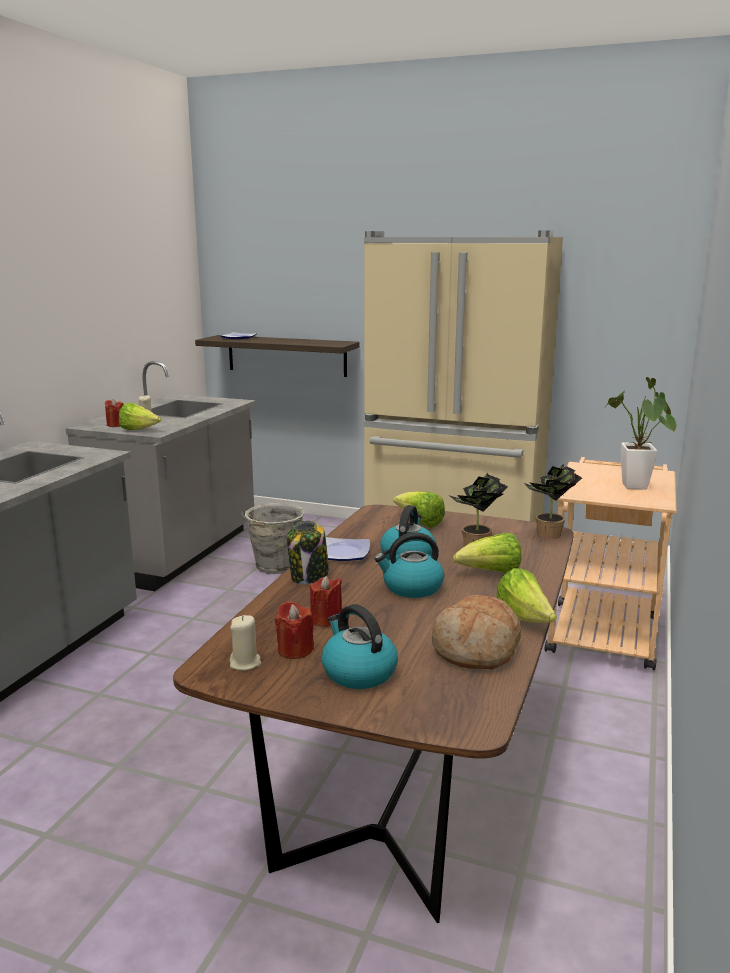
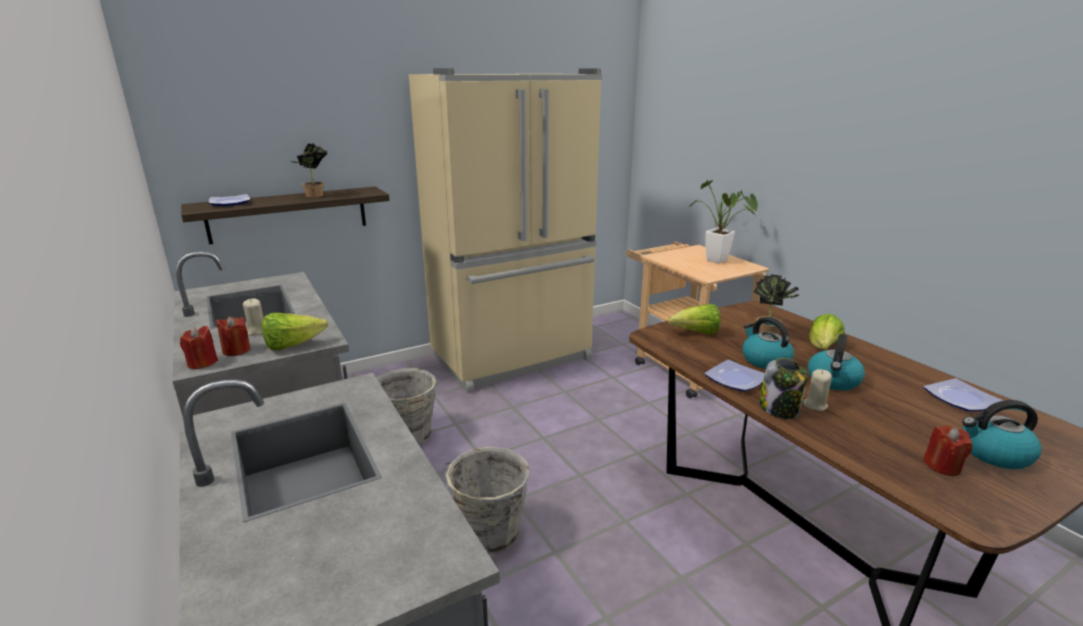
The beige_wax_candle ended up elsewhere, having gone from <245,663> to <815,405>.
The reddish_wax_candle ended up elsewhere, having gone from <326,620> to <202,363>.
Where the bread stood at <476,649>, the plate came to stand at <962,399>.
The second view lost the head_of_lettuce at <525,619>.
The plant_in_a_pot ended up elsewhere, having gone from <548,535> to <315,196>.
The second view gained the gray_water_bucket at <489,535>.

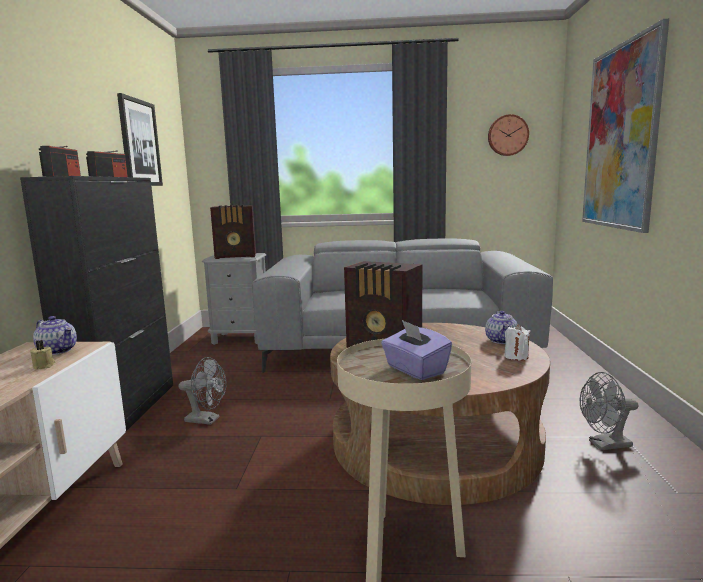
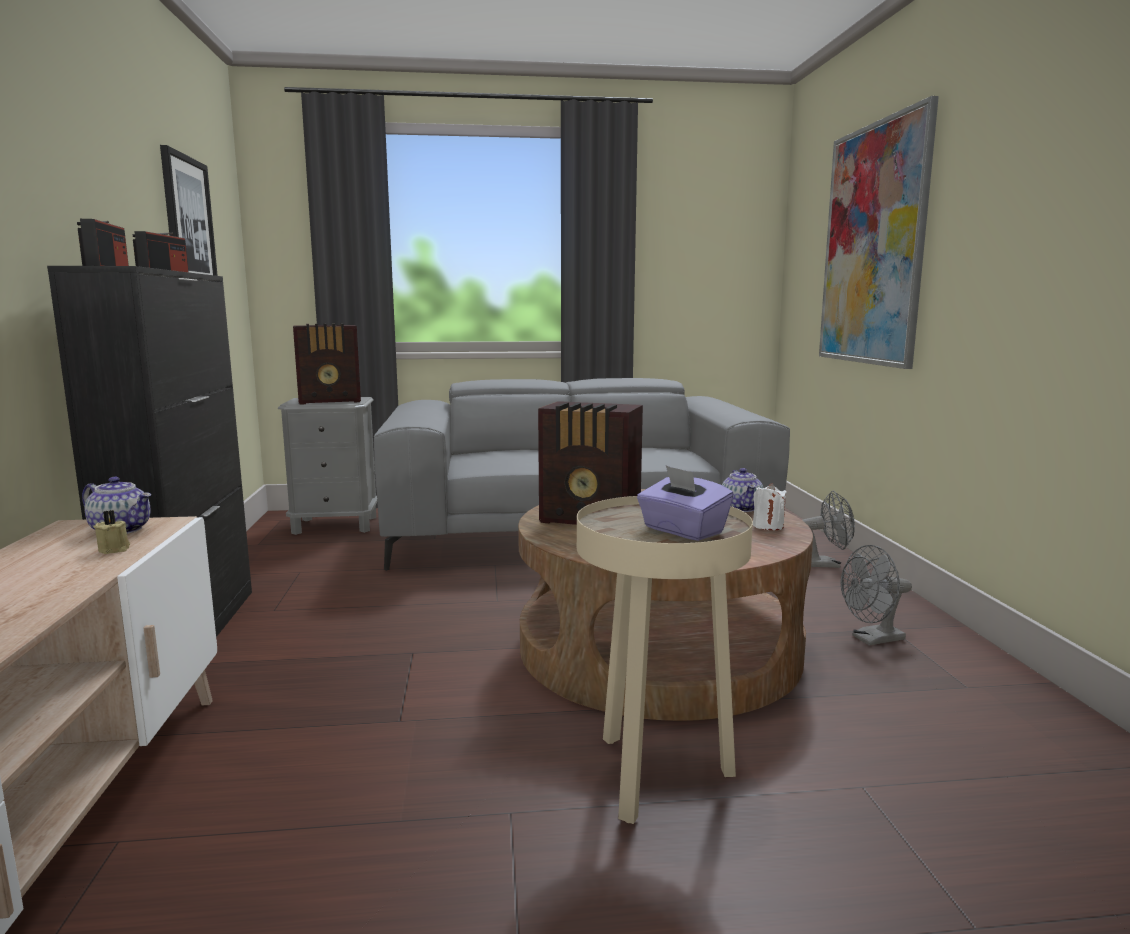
The gray_electric_fan ended up elsewhere, having gone from <207,420> to <826,564>.
The second view lost the wall_clock at <507,135>.

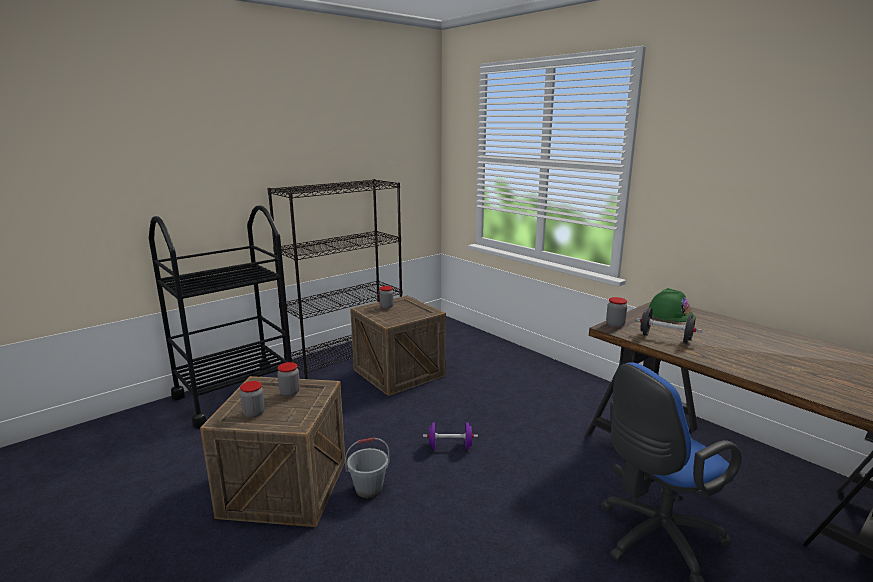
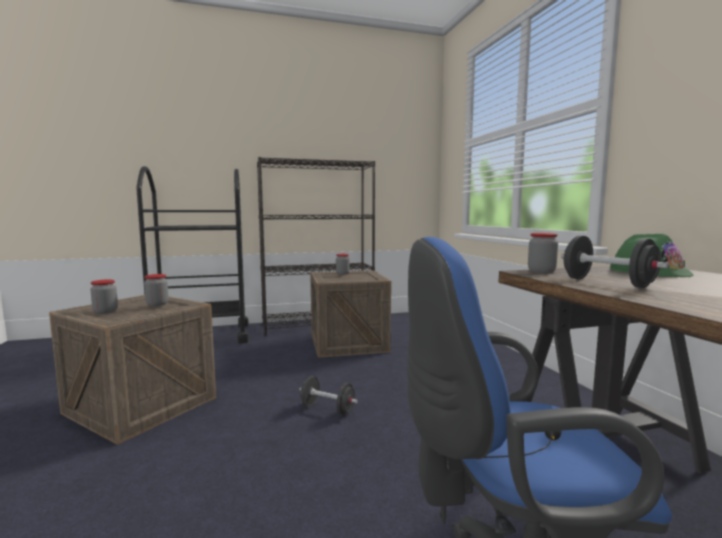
The second view lost the gray_water_bucket at <368,489>.
What was the purple-coloured_dumbbell at <450,447> turned into the black_dumbbell at <327,409>.

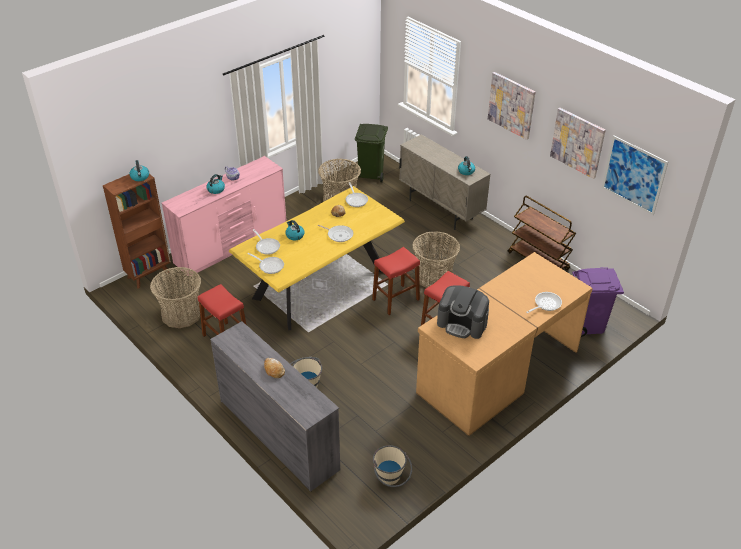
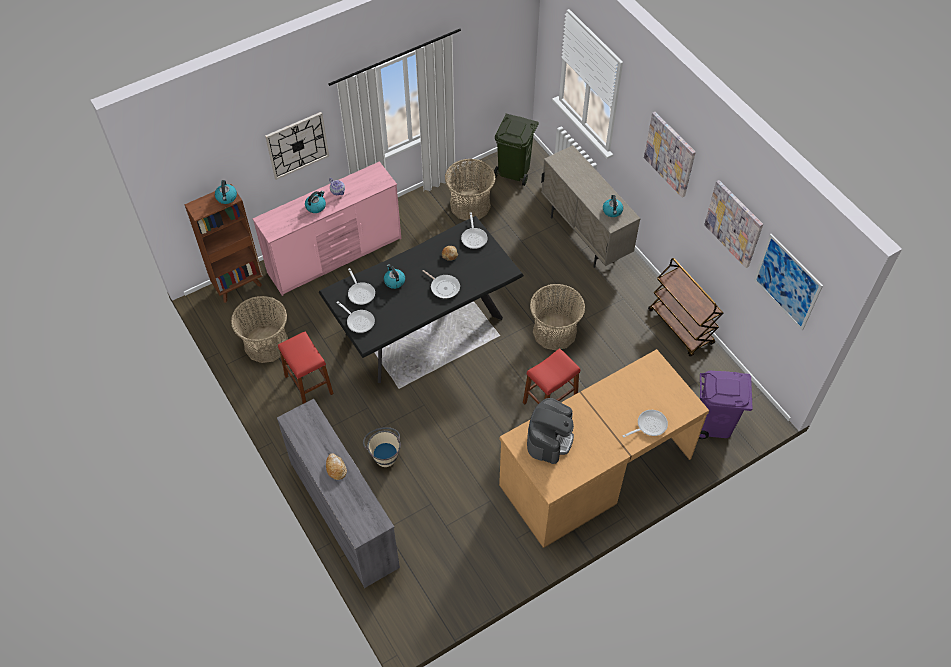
What was the yellow_kitchen_table at <321,285> turned into the black_kitchen_table at <424,326>.
The second view lost the reddish_stool_seat at <395,299>.
The second view lost the beige_water_bucket at <391,479>.
The coffee_brewer at <462,323> ended up facing another way, 105 degrees counterclockwise from before.
The second view gained the wall_clock at <297,145>.

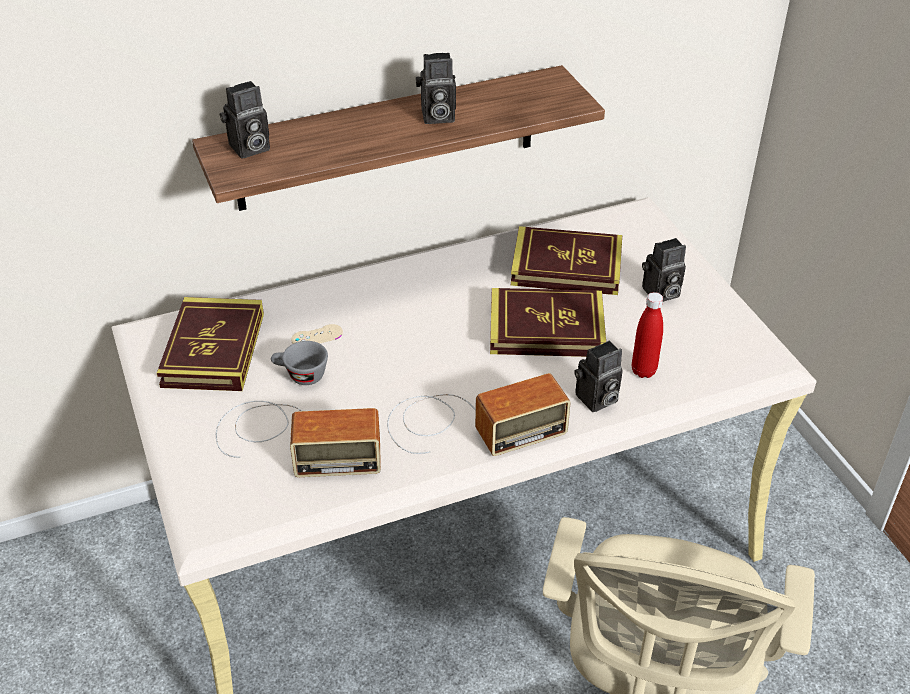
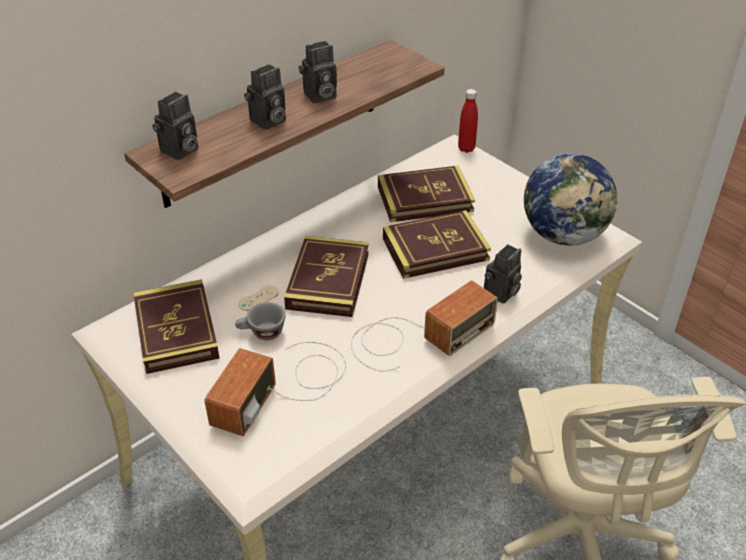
The radio_receiver at <294,440> ended up facing another way, 135 degrees clockwise from before.
The reddish_drink_bottle ended up elsewhere, having gone from <643,371> to <466,148>.
The photo_camera ended up elsewhere, having gone from <660,294> to <267,122>.
The second view gained the volume at <328,280>.
The second view gained the desk_globe at <564,234>.

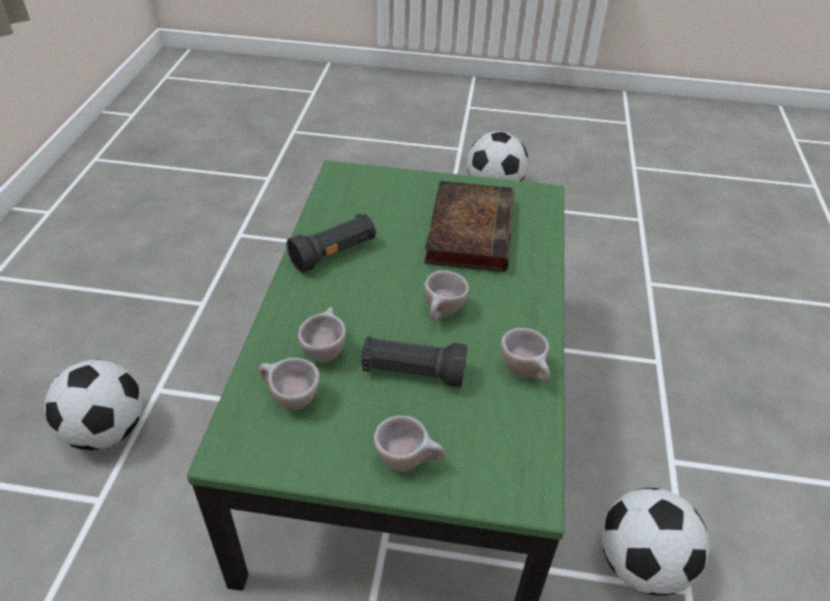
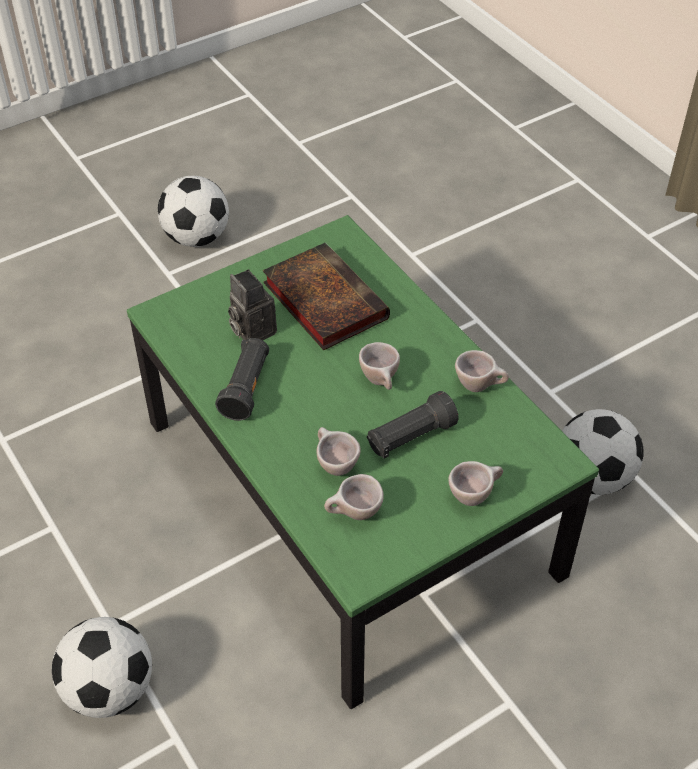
The second view gained the photo_camera at <251,330>.

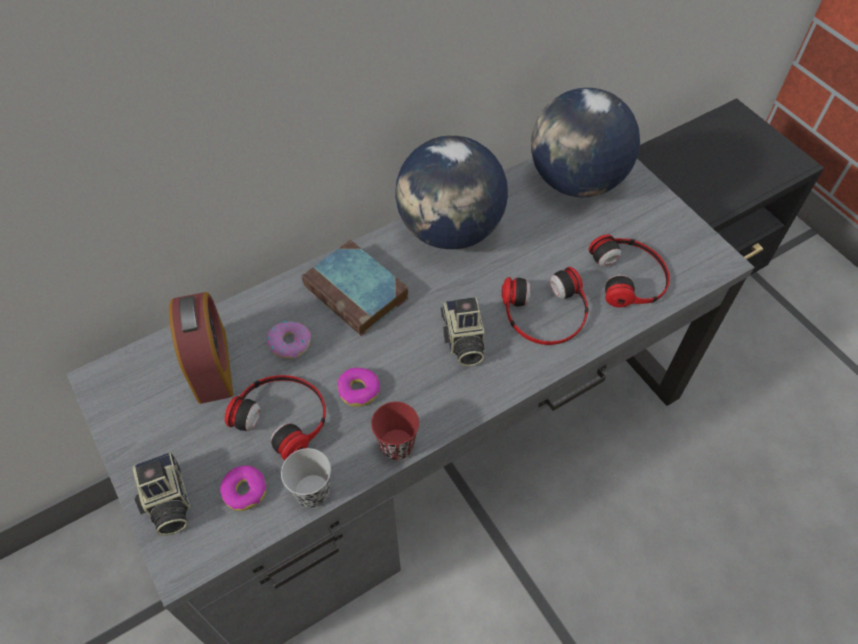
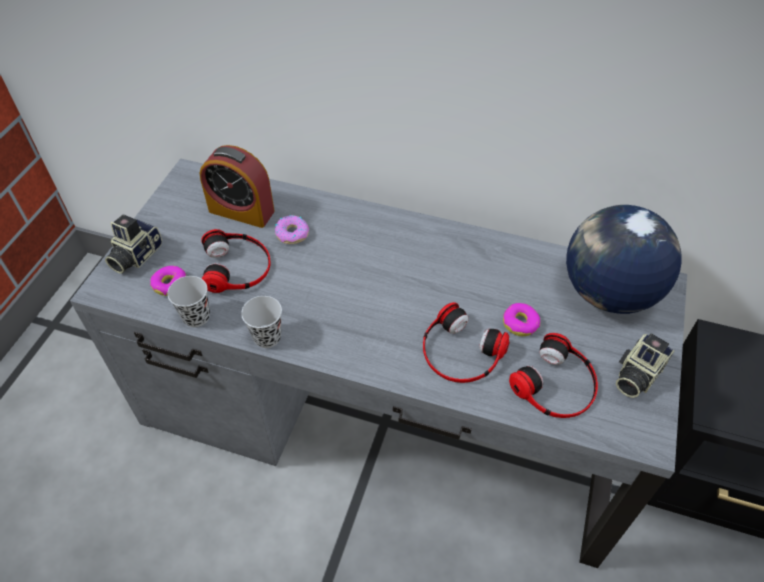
The table_clock at <212,366> ended up facing another way, 75 degrees clockwise from before.
The second view lost the volume at <358,293>.
The donut ended up elsewhere, having gone from <359,390> to <520,323>.
What was the reddish_drinking_cup at <397,445> turned into the black_drinking_cup at <267,337>.
The second view lost the desk_globe at <450,230>.
The photo_camera ended up elsewhere, having gone from <462,341> to <636,375>.

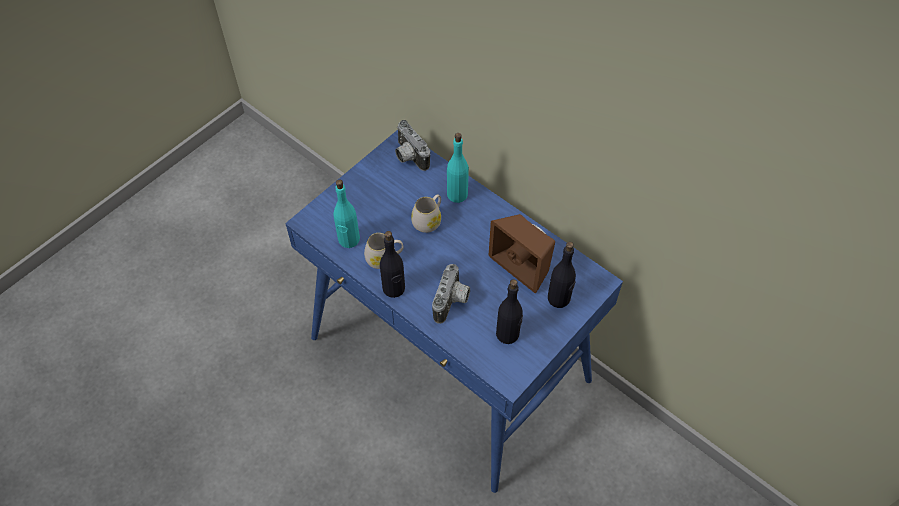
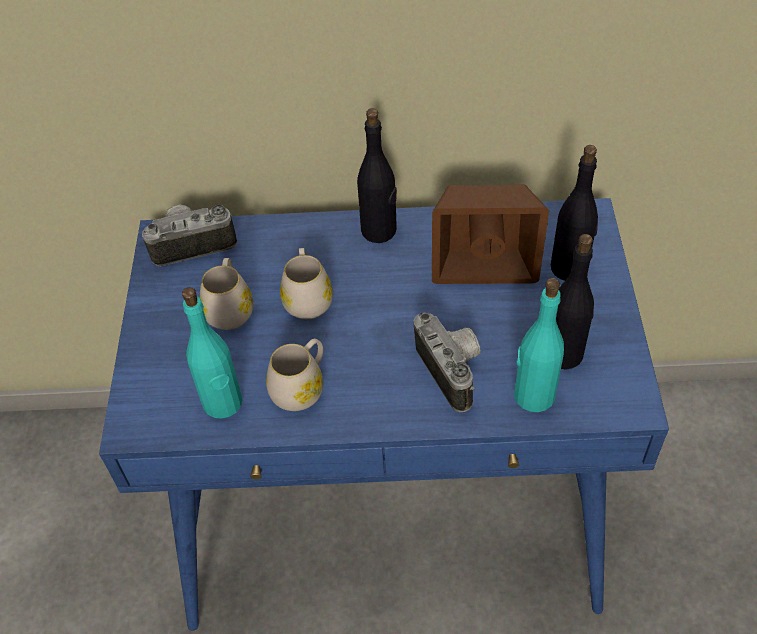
The black_drink_bottle ended up elsewhere, having gone from <394,288> to <379,231>.
The photo_camera at <408,156> ended up facing another way, 150 degrees clockwise from before.
The turquoise-coloured_drink_bottle ended up elsewhere, having gone from <457,194> to <533,395>.
The second view gained the white_mug at <230,308>.

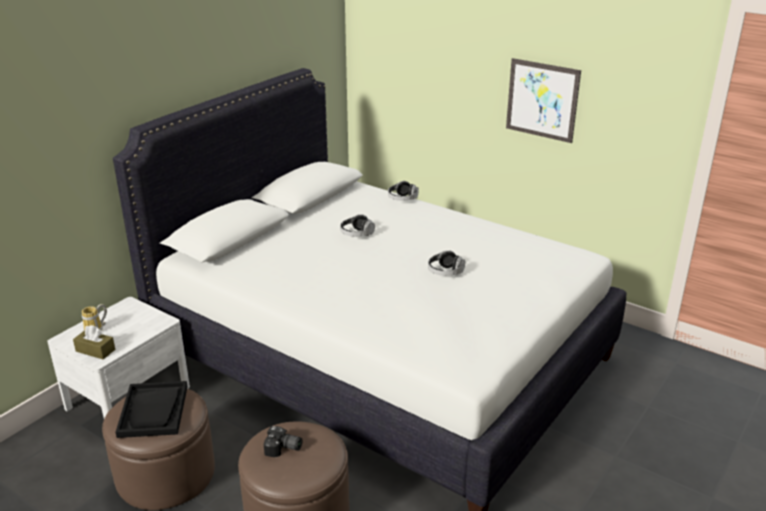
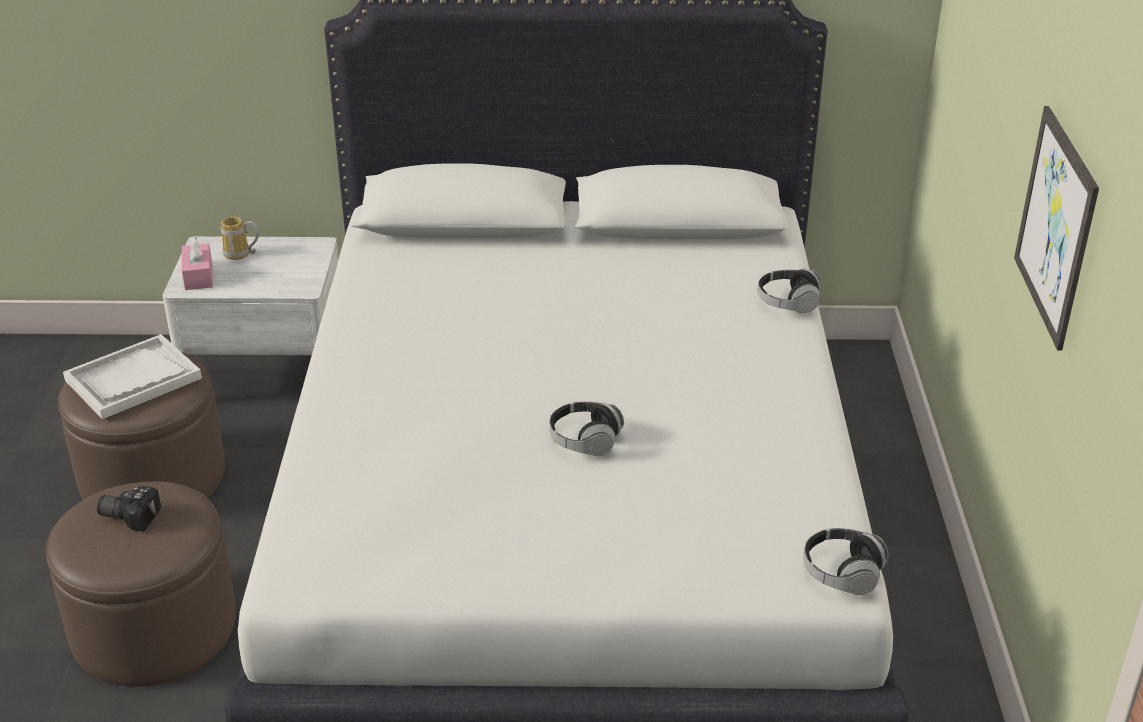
What was the brownish_box_of_tissues at <95,350> turned into the pink_box_of_tissues at <198,276>.
What was the black_carrying_tray at <153,411> turned into the white_carrying_tray at <133,379>.
The photo_camera at <283,449> ended up facing another way, 120 degrees clockwise from before.
The headset ended up elsewhere, having gone from <357,234> to <842,573>.

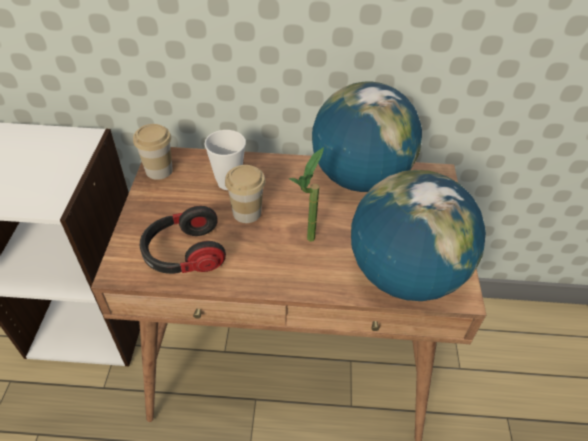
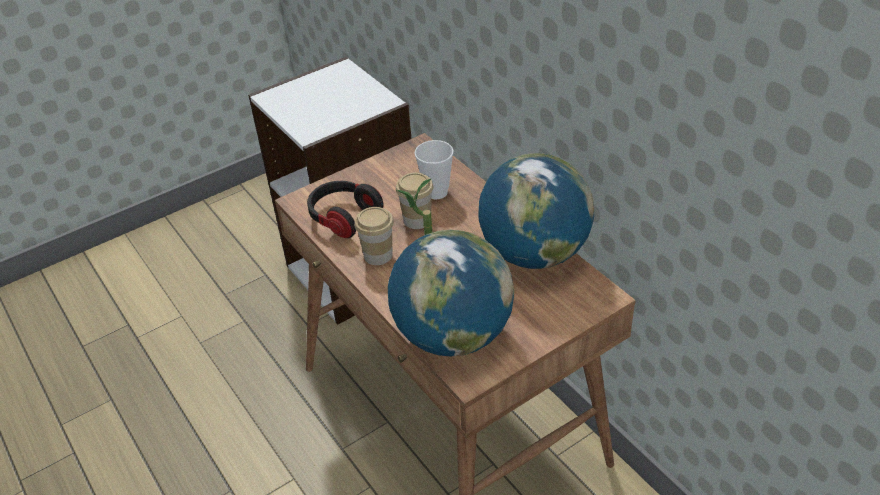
The drinking_cup ended up elsewhere, having gone from <159,170> to <378,255>.

